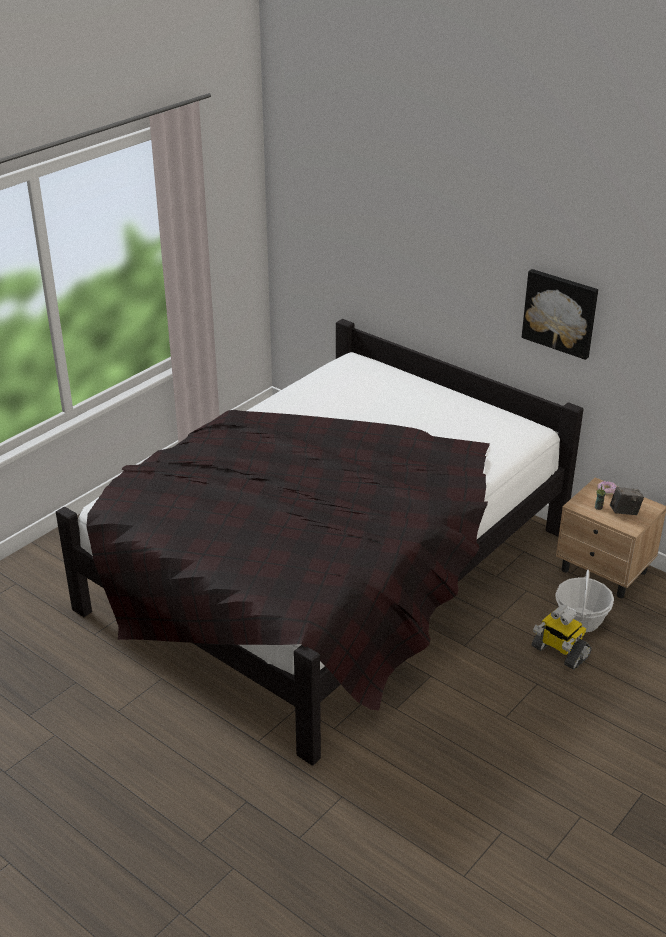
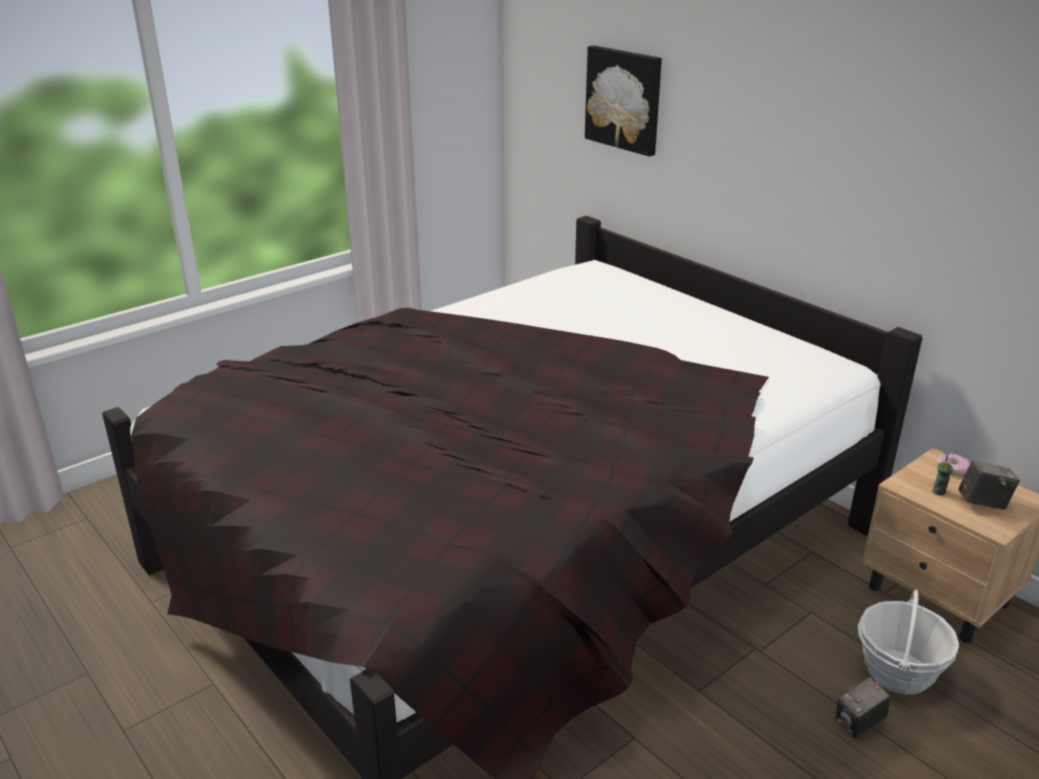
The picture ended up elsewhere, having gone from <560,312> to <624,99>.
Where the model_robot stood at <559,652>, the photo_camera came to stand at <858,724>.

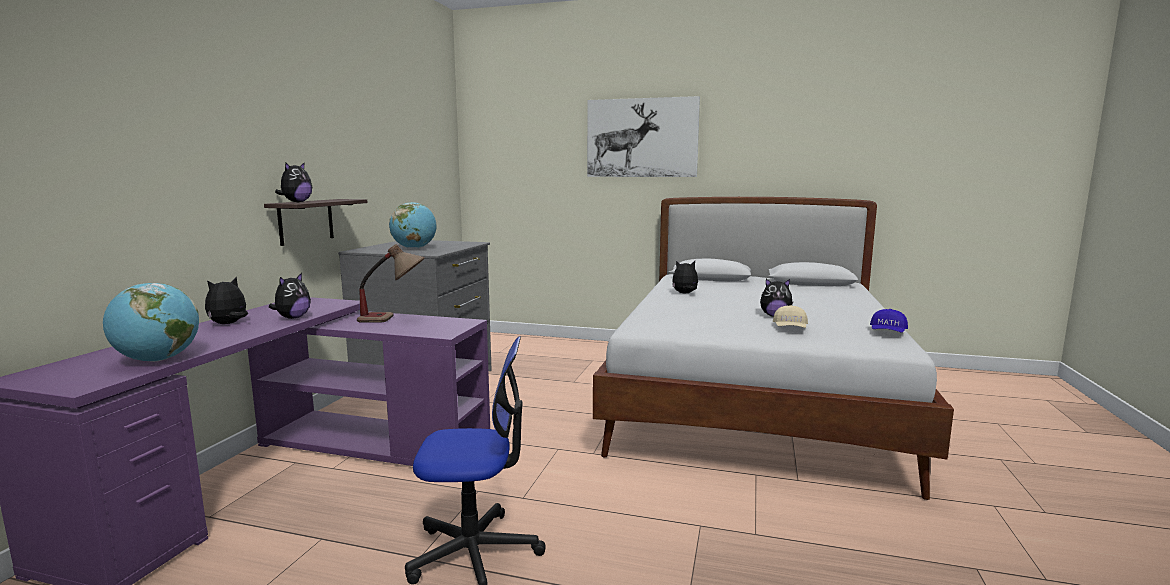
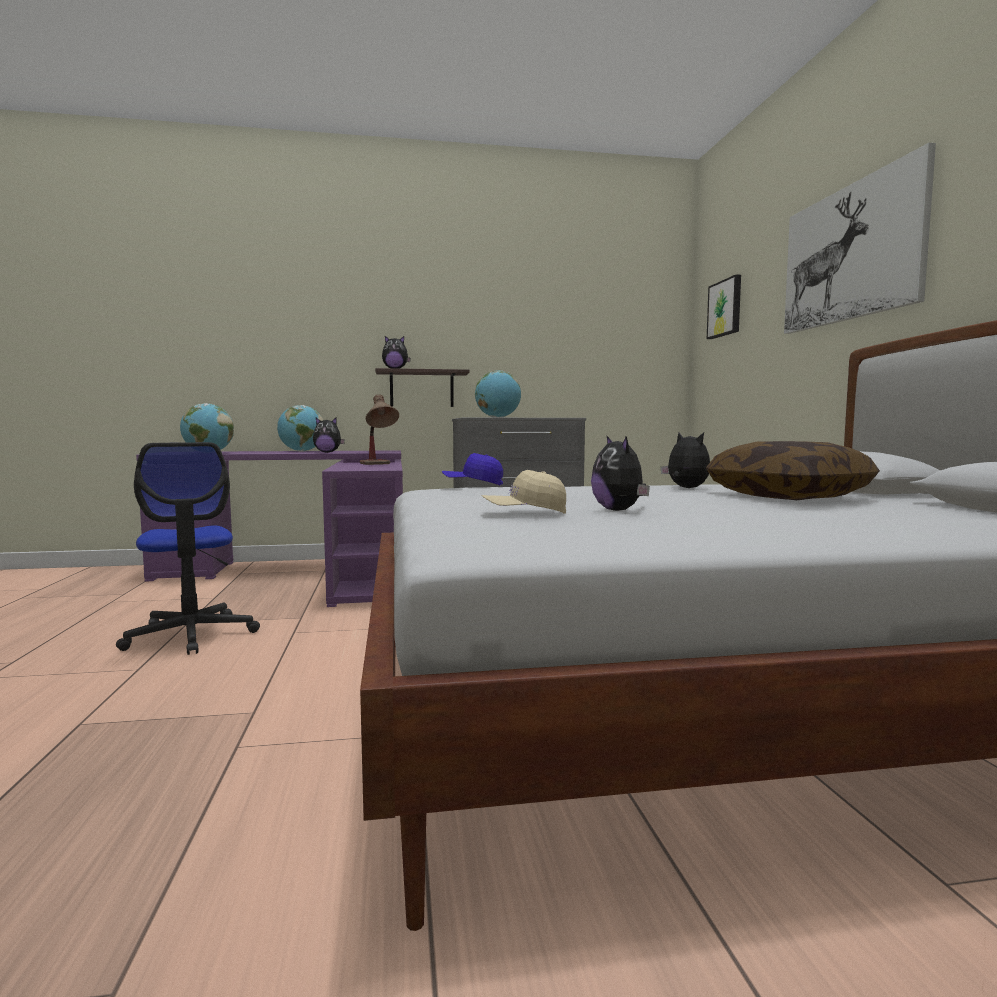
Where the cuddly_toy stood at <229,324>, the desk_globe came to stand at <301,451>.
The bluish_cap ended up elsewhere, having gone from <887,333> to <473,484>.
The second view gained the cushion at <788,497>.
The second view gained the picture at <725,308>.

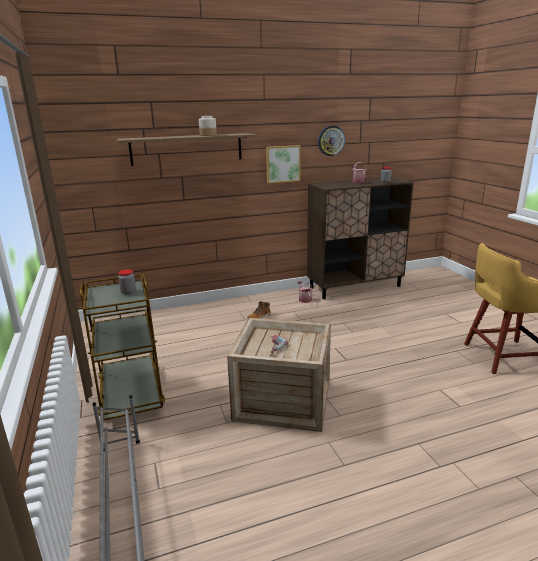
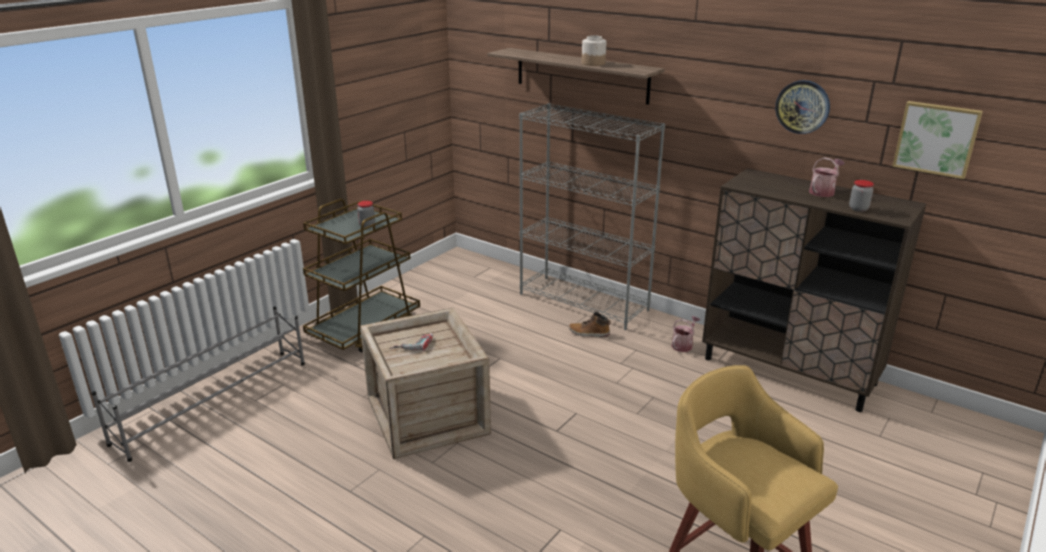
The picture ended up elsewhere, having gone from <282,164> to <936,138>.
The second view gained the gray_bookshelf at <584,302>.

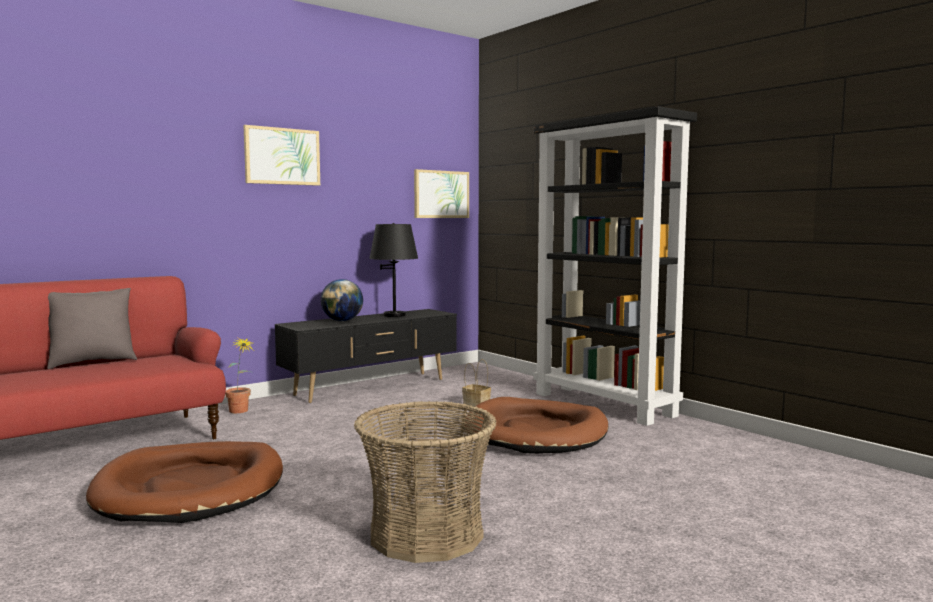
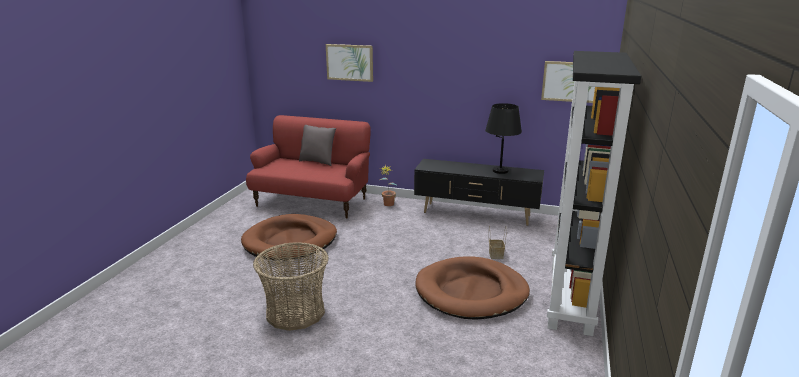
The picture ended up elsewhere, having gone from <282,156> to <349,62>.
The second view lost the desk_globe at <342,321>.

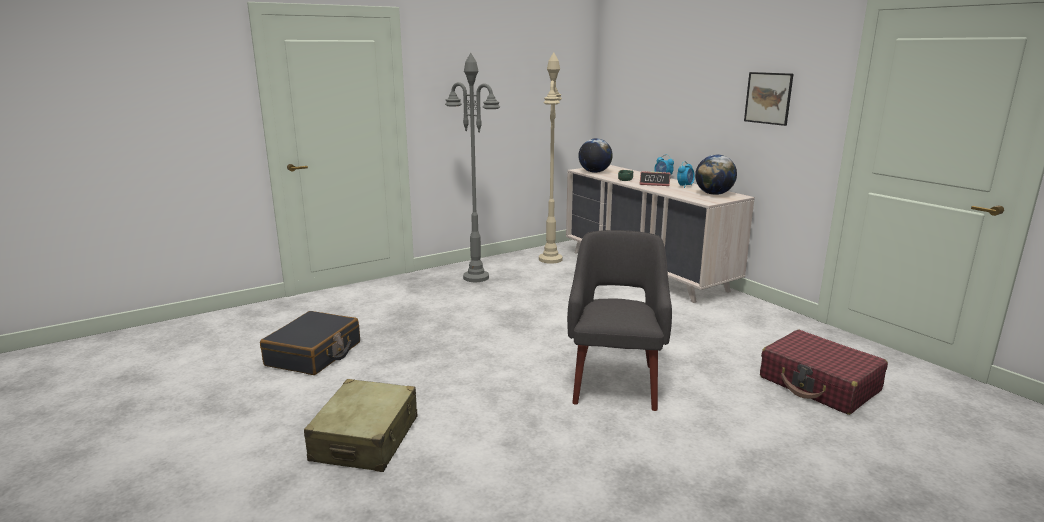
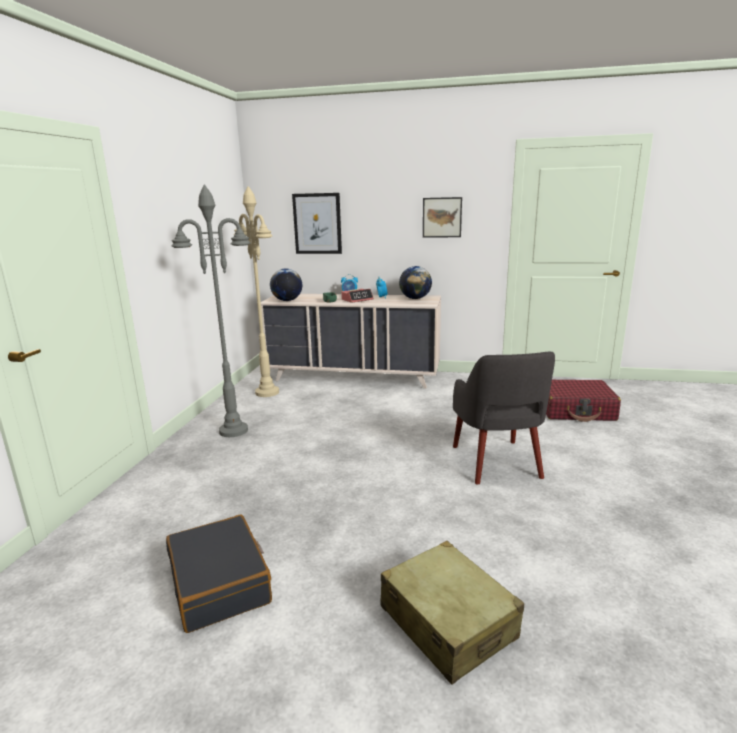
The gray_easy_chair at <615,382> ended up facing another way, 150 degrees counterclockwise from before.
The second view gained the picture at <317,223>.

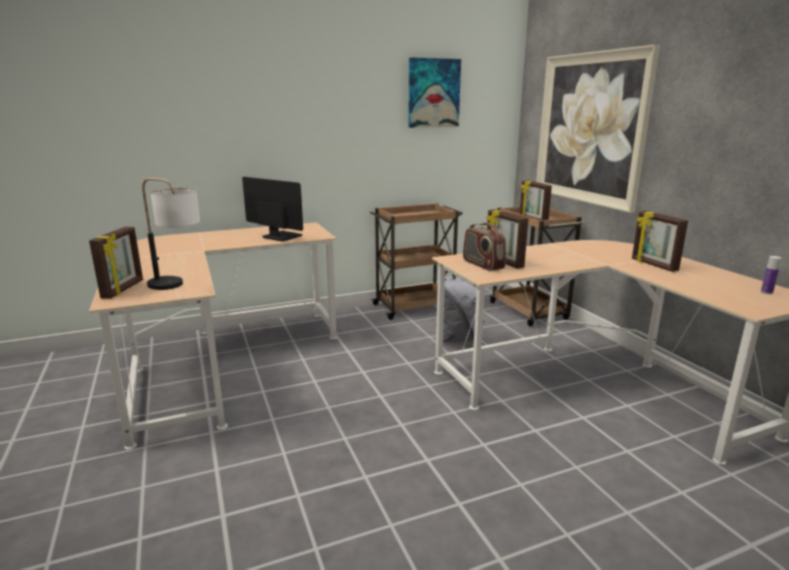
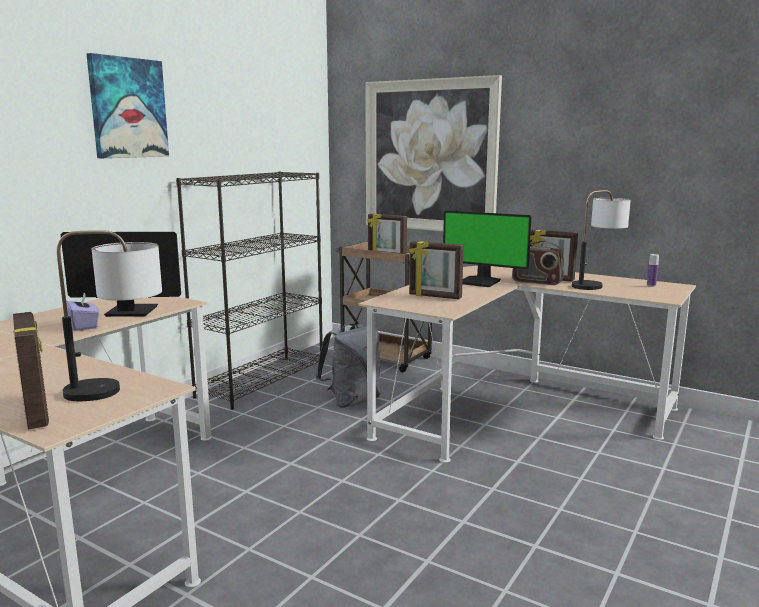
Where the brownish_cart stood at <414,306>, the black_bookshelf came to stand at <262,381>.
The picture ended up elsewhere, having gone from <433,93> to <128,108>.
The radio_receiver ended up elsewhere, having gone from <482,265> to <537,282>.
The second view gained the purple-coloured_box_of_tissues at <84,325>.
The second view gained the monitor at <480,282>.
The second view gained the lamp_for_a_table at <597,284>.

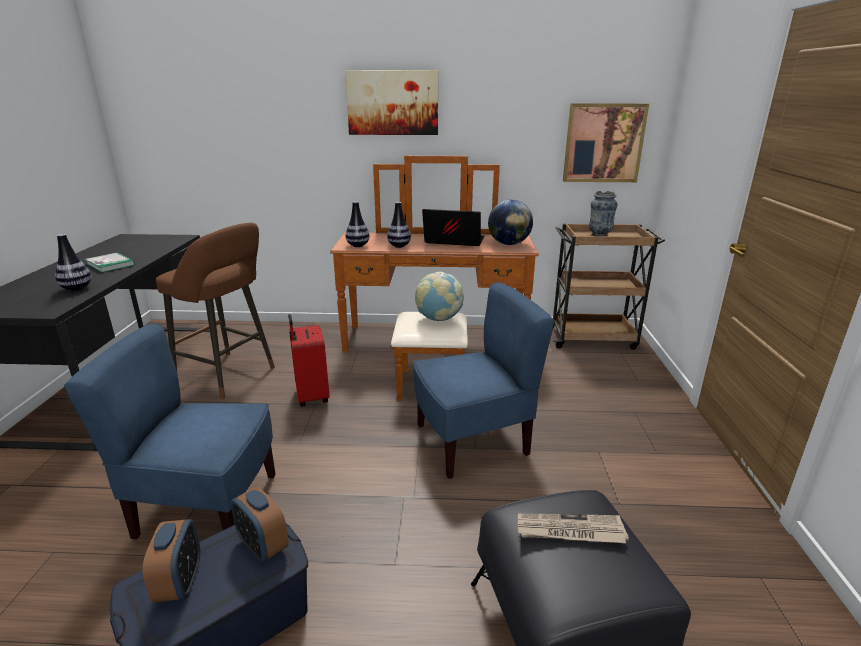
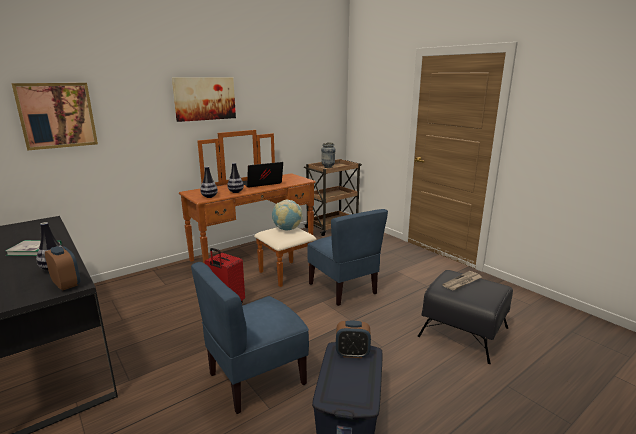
The table_clock ended up elsewhere, having gone from <180,582> to <66,284>.
The second view lost the brownish_stool_seat at <229,376>.
The bluish_upright_chair at <472,441> ended up facing another way, 120 degrees clockwise from before.
The second view lost the desk_globe at <508,244>.
The picture ended up elsewhere, having gone from <603,143> to <57,115>.

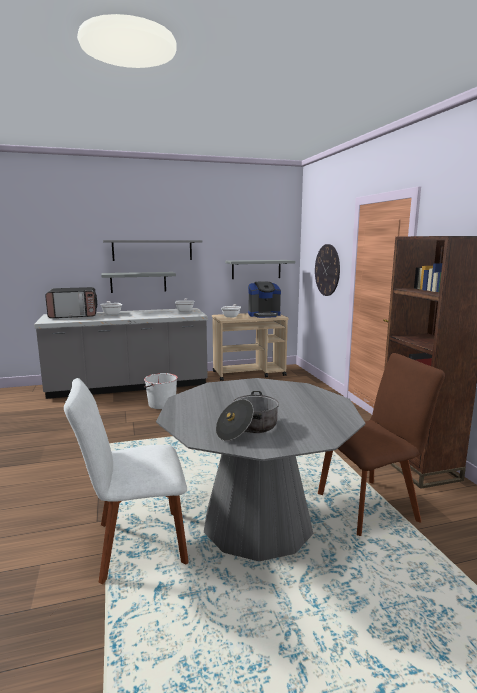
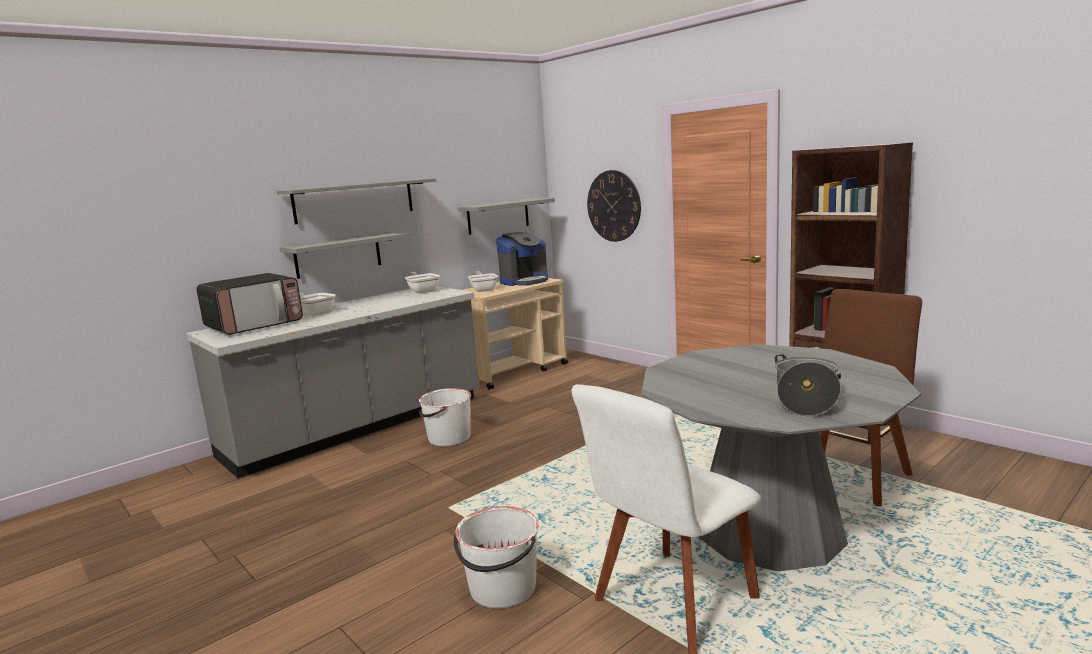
The second view gained the white_water_bucket at <502,589>.

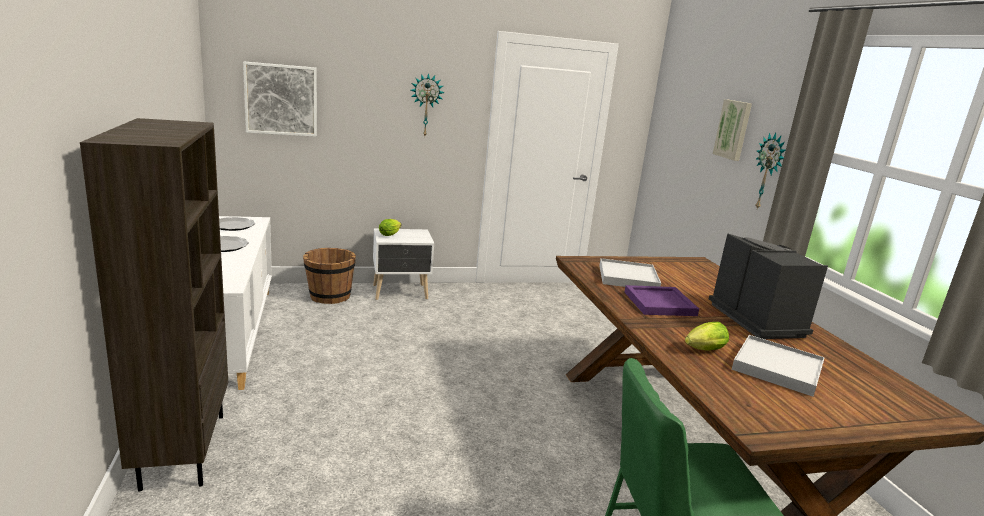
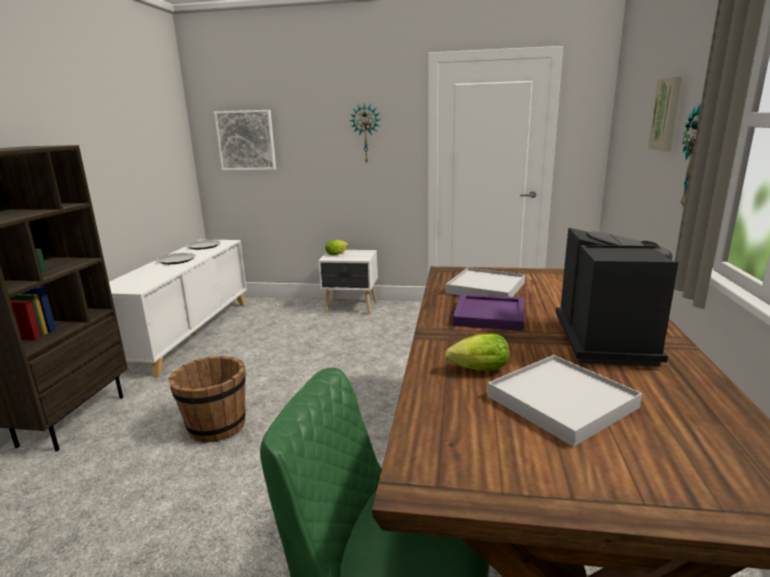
The brownish_water_bucket ended up elsewhere, having gone from <329,296> to <216,426>.

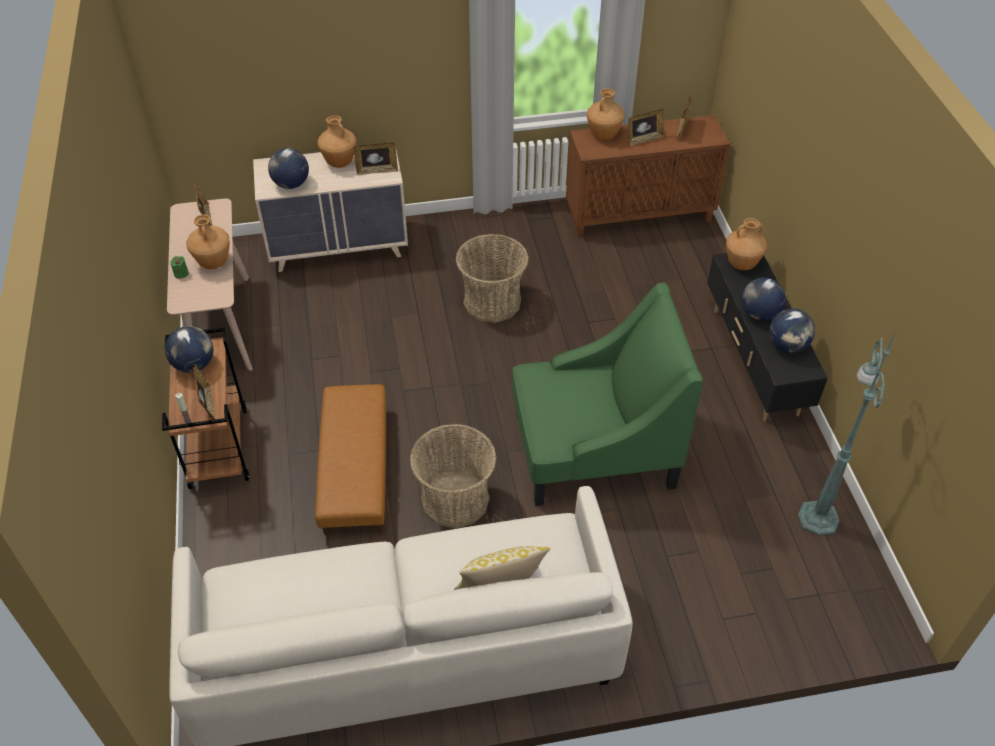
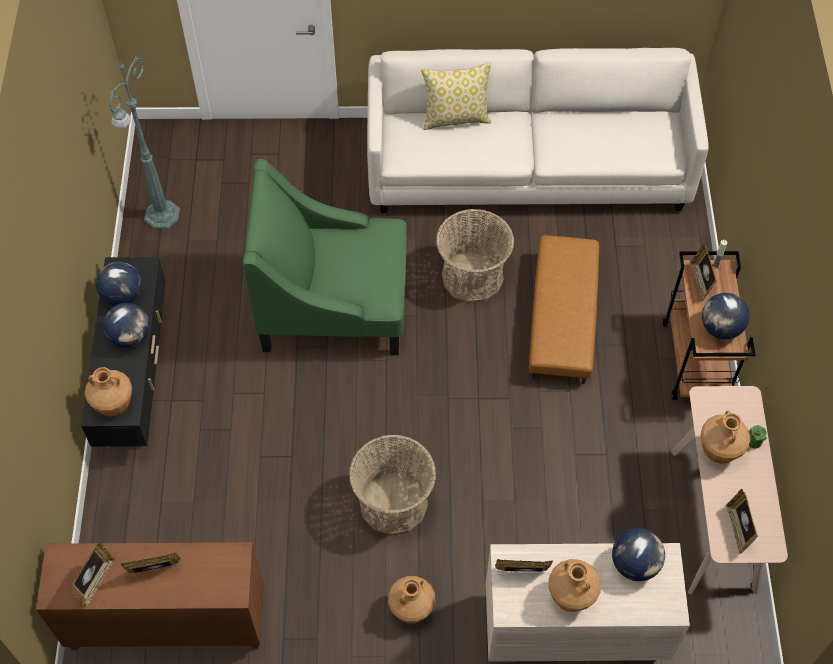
The brownish_vase ended up elsewhere, having gone from <603,136> to <411,609>.

